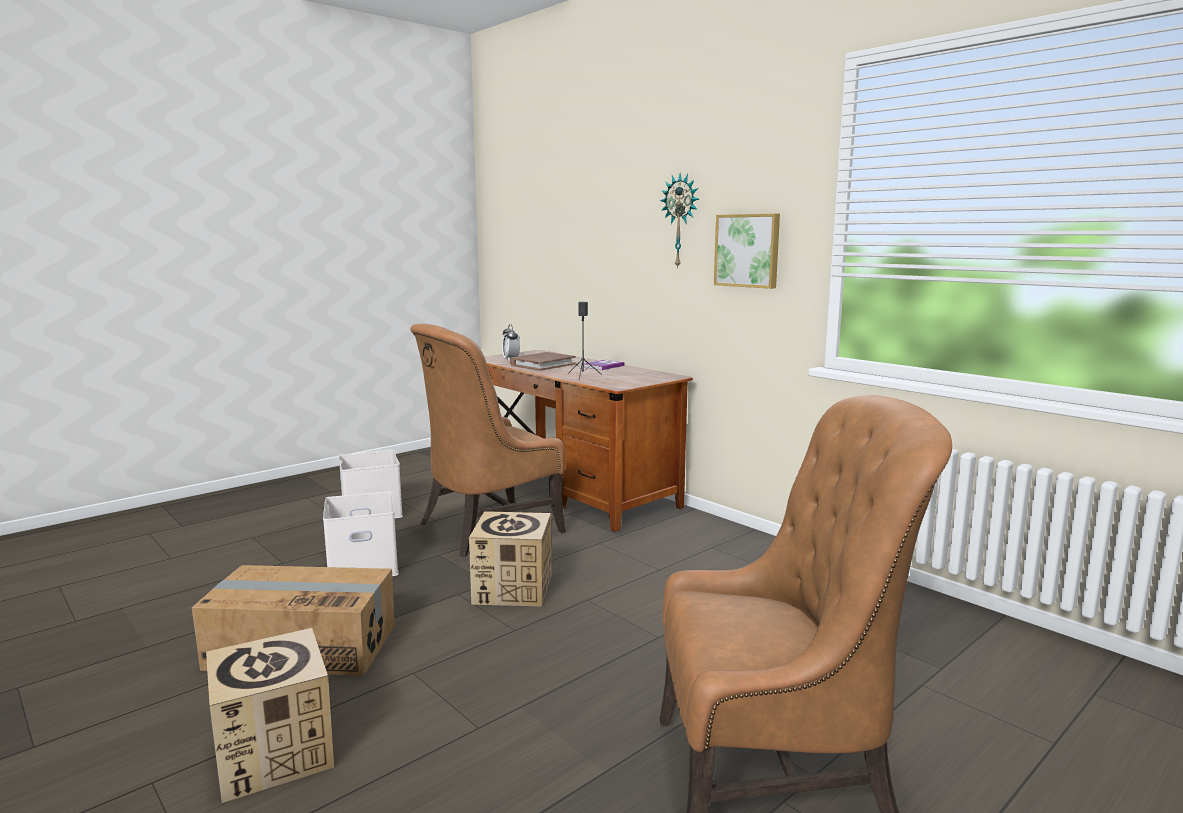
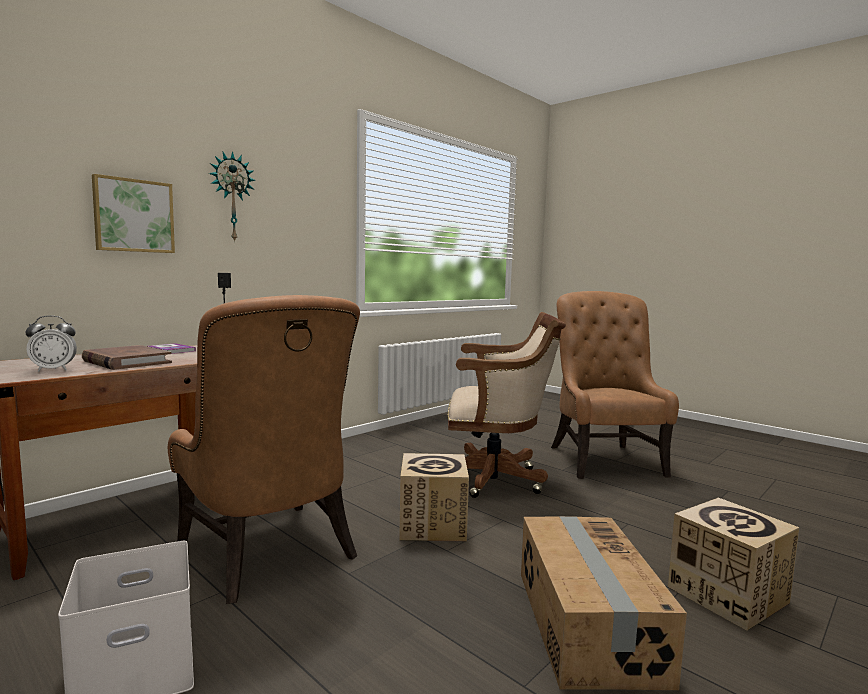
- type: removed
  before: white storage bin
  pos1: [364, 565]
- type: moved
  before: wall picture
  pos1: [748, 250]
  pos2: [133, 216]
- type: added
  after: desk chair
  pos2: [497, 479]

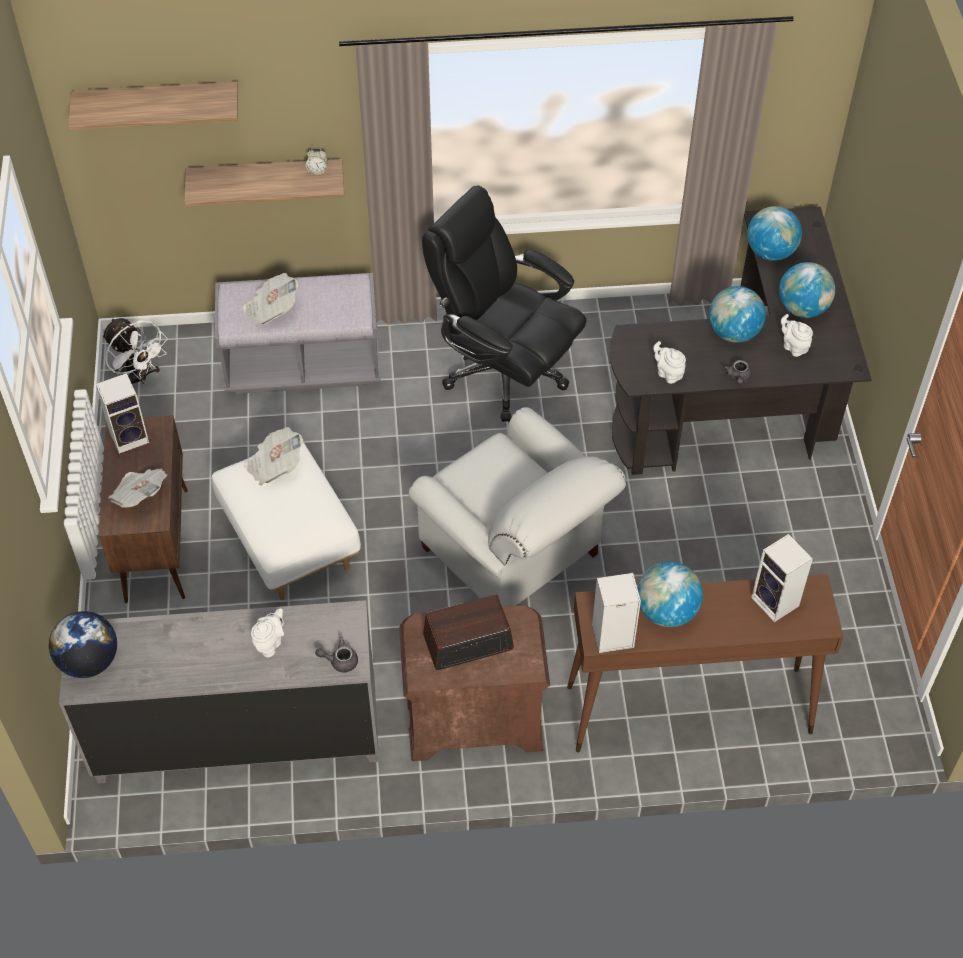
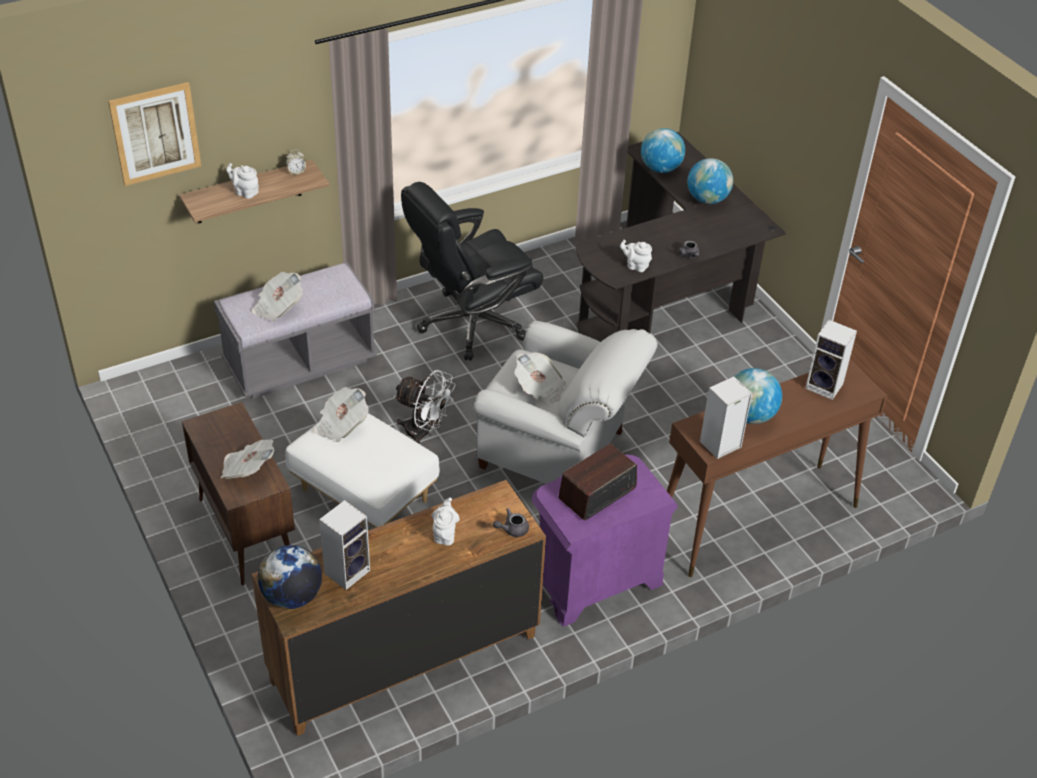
- type: recoloured
  before: gray dresser
  after: brown-coloured dresser
  pos1: [238, 739]
  pos2: [405, 659]
- type: replaced
  before: bracket shelf
  after: wall picture
  pos1: [158, 104]
  pos2: [155, 133]
- type: moved
  before: speaker
  pos1: [130, 436]
  pos2: [347, 570]
- type: moved
  before: white electric fan
  pos1: [139, 379]
  pos2: [424, 433]
- type: recoloured
  before: brown-coloured nightstand
  after: purplish nightstand
  pos1: [472, 716]
  pos2: [592, 577]
- type: turned
  before: black-coloured desk chair
  pos1: [505, 372]
  pos2: [472, 324]
  turn: -45
- type: removed
  before: world globe
  pos1: [733, 333]
- type: moved
  before: white pot for tea
  pos1: [793, 347]
  pos2: [245, 192]
- type: added
  after: printed paper
  pos2: [540, 389]

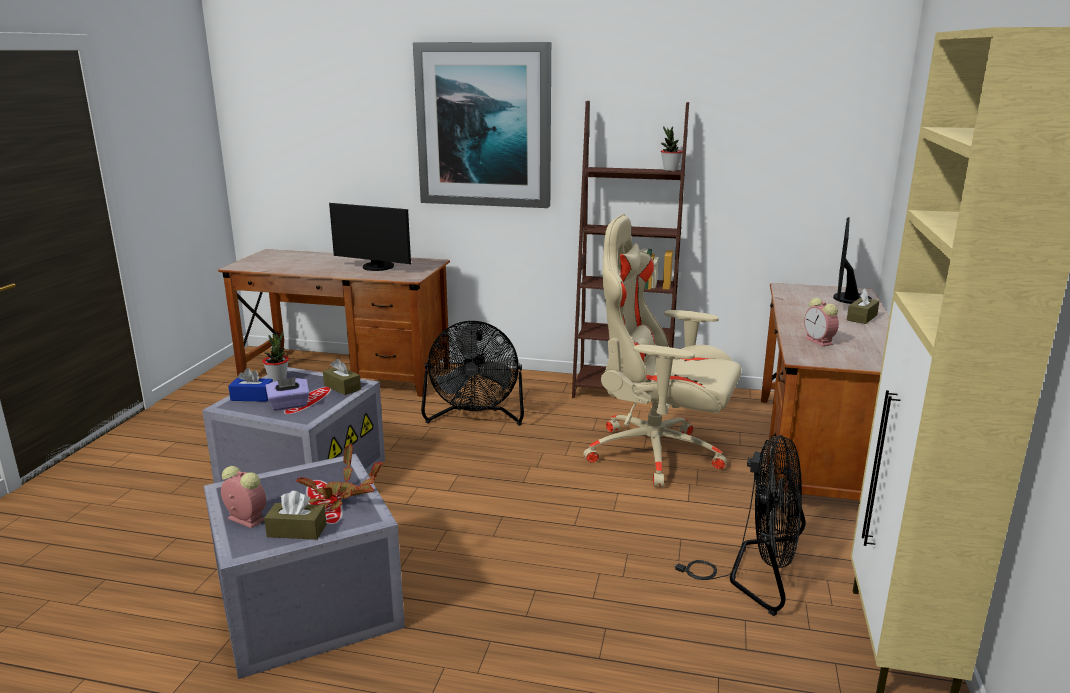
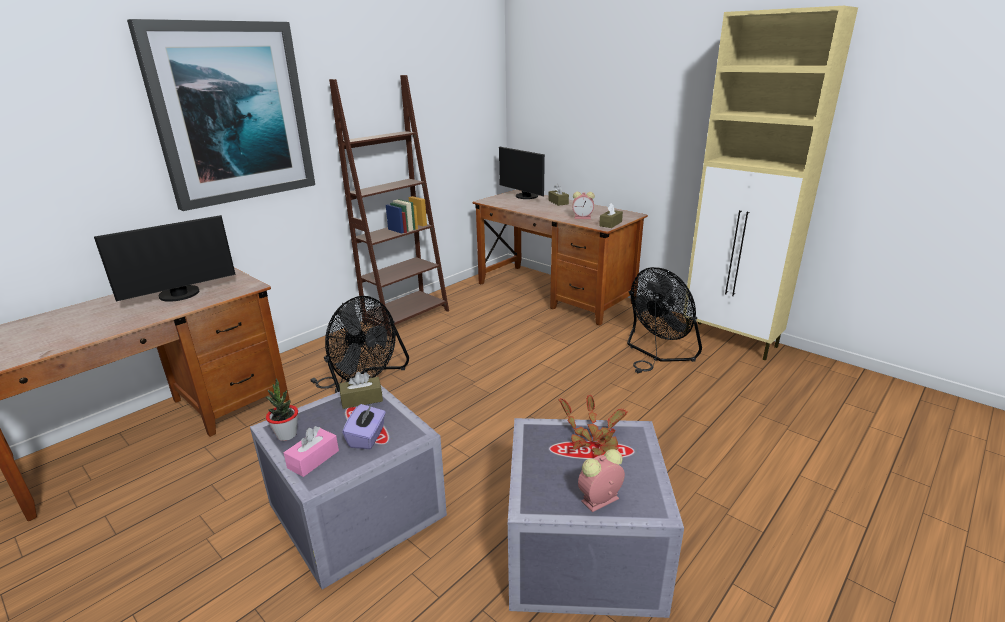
- type: recoloured
  before: blue-coloured tissue box
  after: pinkish tissue box
  pos1: [252, 397]
  pos2: [313, 459]
- type: moved
  before: brown-coloured tissue box
  pos1: [297, 530]
  pos2: [610, 224]
- type: removed
  before: beige desk chair
  pos1: [663, 457]
- type: removed
  before: plant in a pot
  pos1: [670, 170]

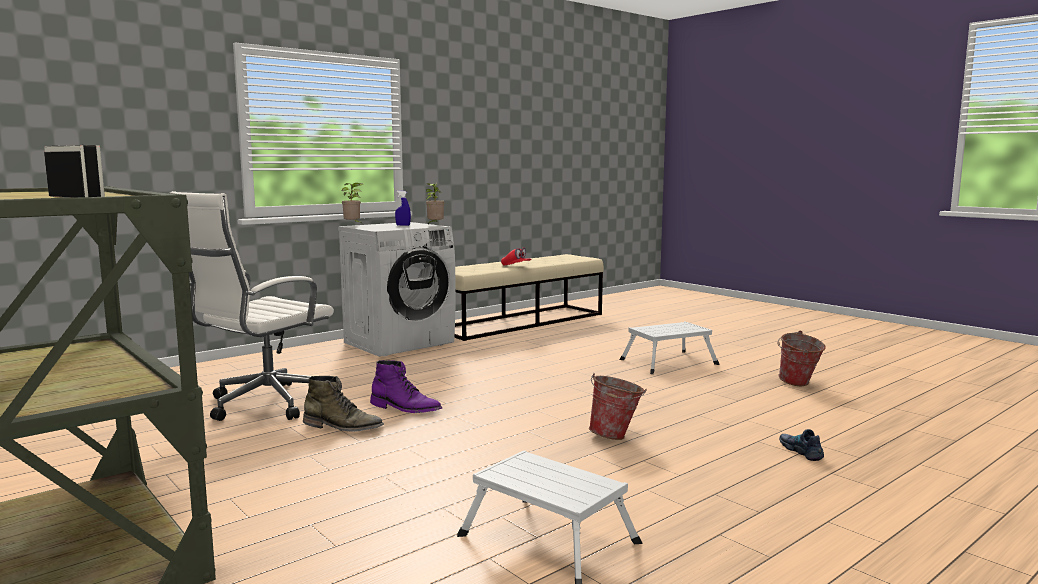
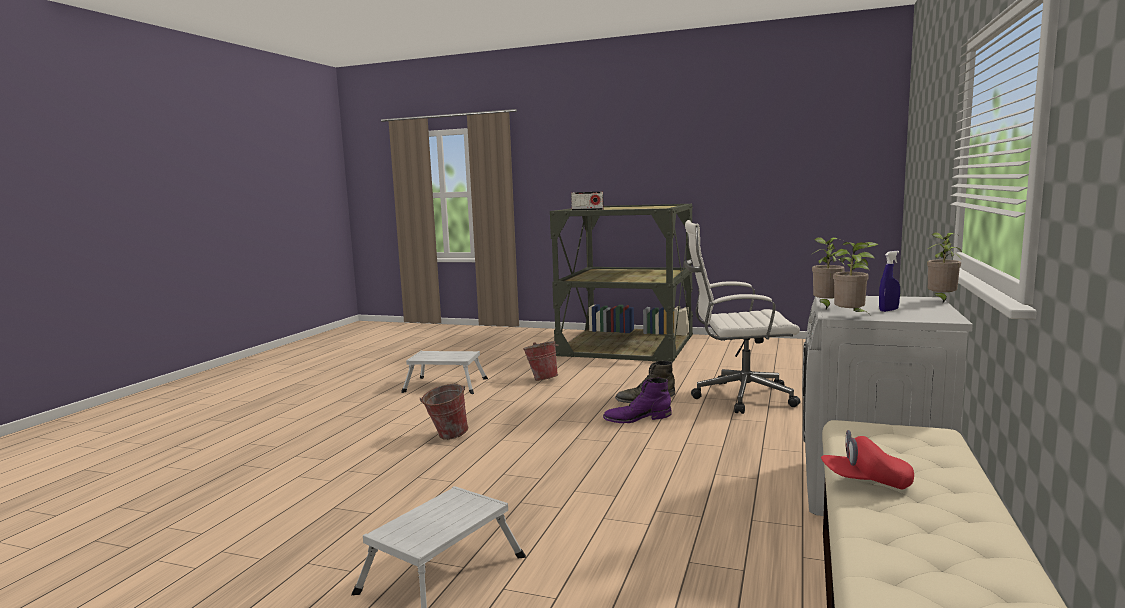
- type: turned
  before: white desk chair
  pos1: [264, 405]
  pos2: [739, 397]
  turn: -90
- type: moved
  before: bucket
  pos1: [798, 384]
  pos2: [542, 379]
- type: removed
  before: item of footwear
  pos1: [801, 451]
- type: added
  after: plant in a pot
  pos2: [826, 307]

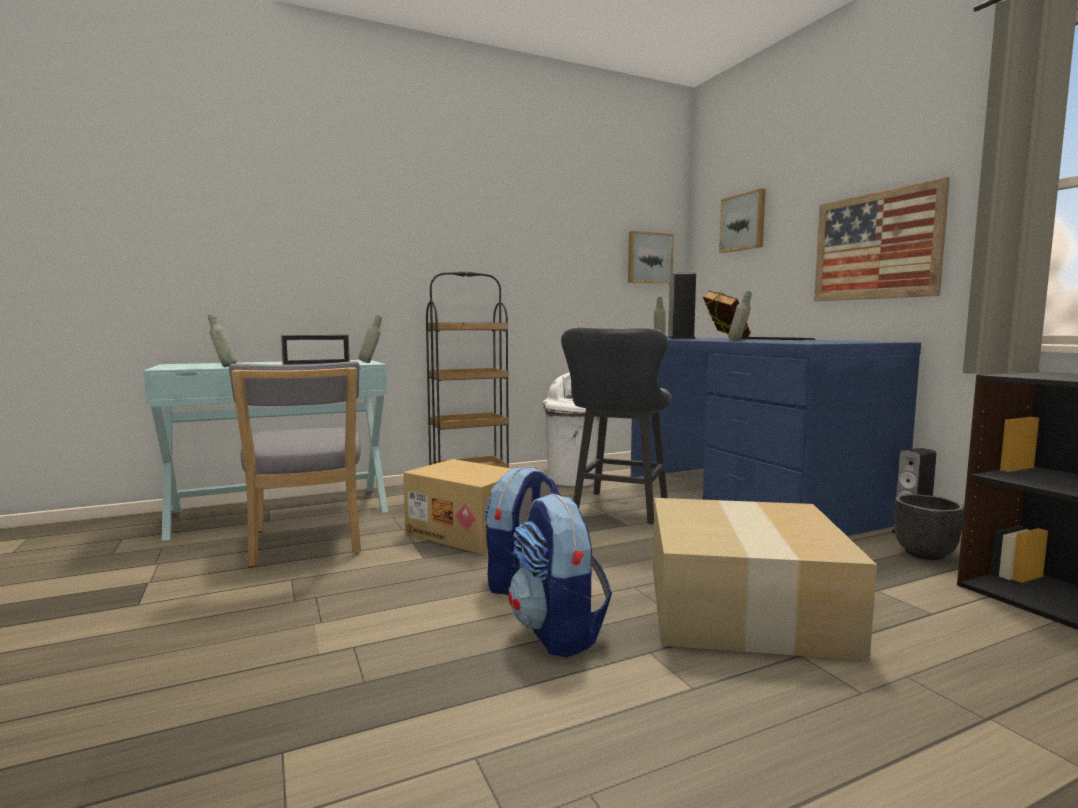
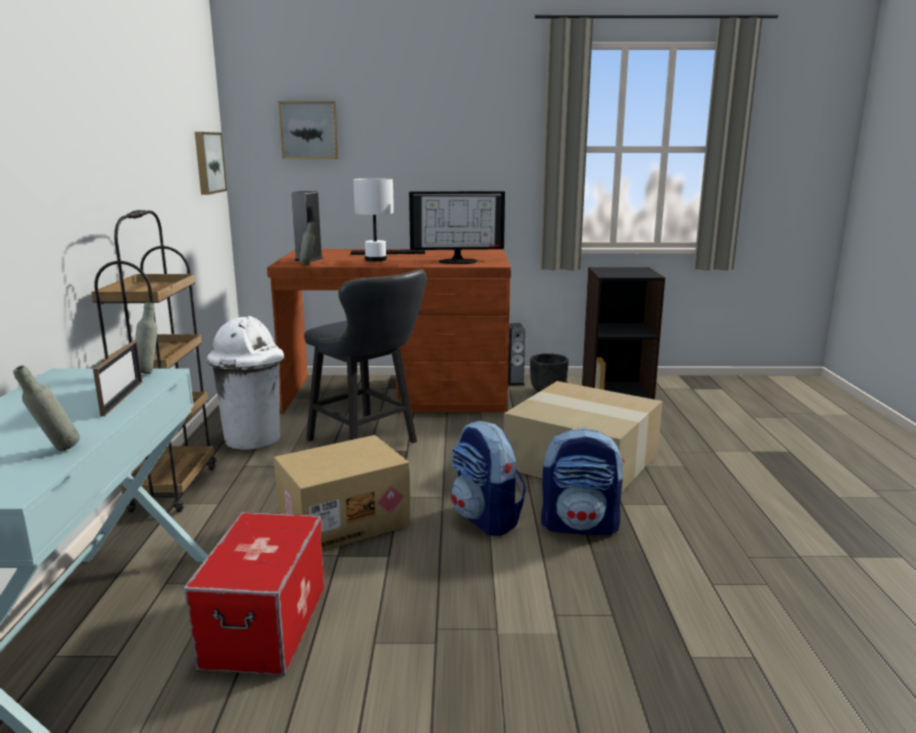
- type: replaced
  before: gray plain chair
  after: storage bin
  pos1: [306, 544]
  pos2: [266, 626]
- type: recoloured
  before: blue-coloured desk
  after: brown-coloured desk
  pos1: [748, 497]
  pos2: [399, 394]
- type: replaced
  before: bound book
  after: white tabletop lamp
  pos1: [725, 339]
  pos2: [375, 259]
- type: removed
  before: gray beverage bottle
  pos1: [739, 341]
- type: removed
  before: wall picture
  pos1: [876, 246]
- type: added
  after: computer display
  pos2: [458, 261]

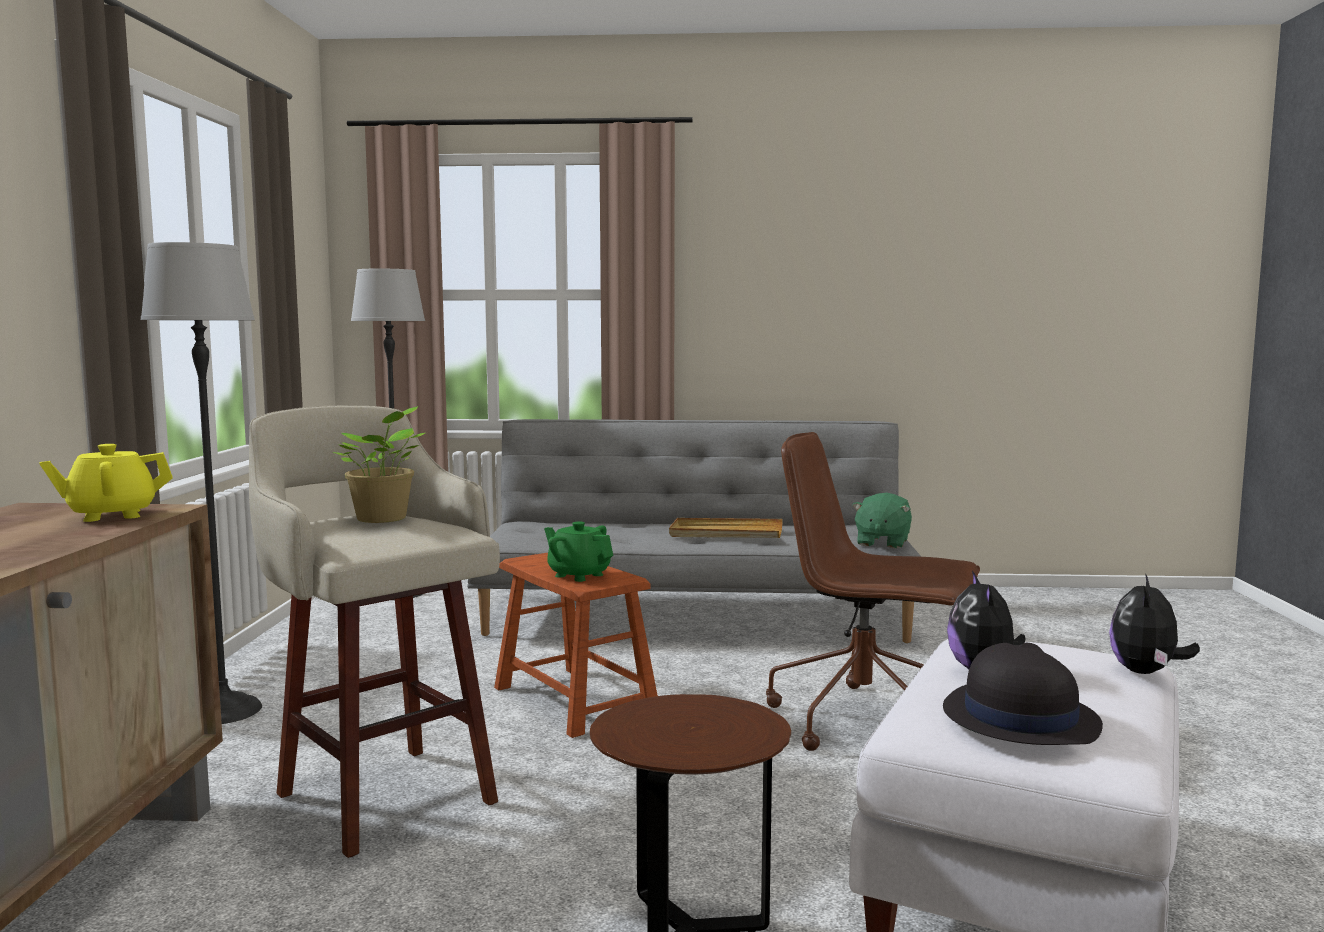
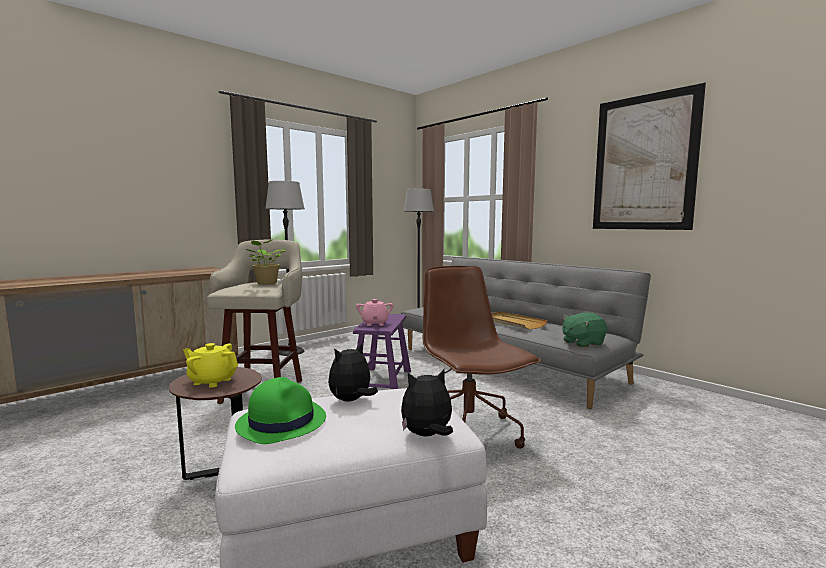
- type: moved
  before: yellow pot for tea
  pos1: [111, 515]
  pos2: [212, 381]
- type: recoloured
  before: brown-coloured stool seat
  after: purplish stool seat
  pos1: [574, 700]
  pos2: [382, 382]
- type: recoloured
  before: green pot for tea
  after: pinkish pot for tea
  pos1: [578, 575]
  pos2: [375, 323]
- type: recoloured
  before: black-coloured clothing hat
  after: green clothing hat
  pos1: [1018, 717]
  pos2: [282, 422]
- type: added
  after: wall picture
  pos2: [643, 163]

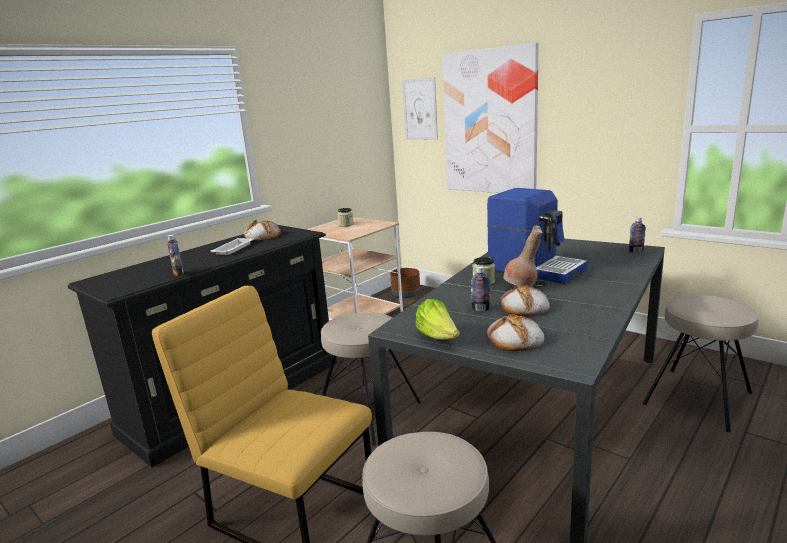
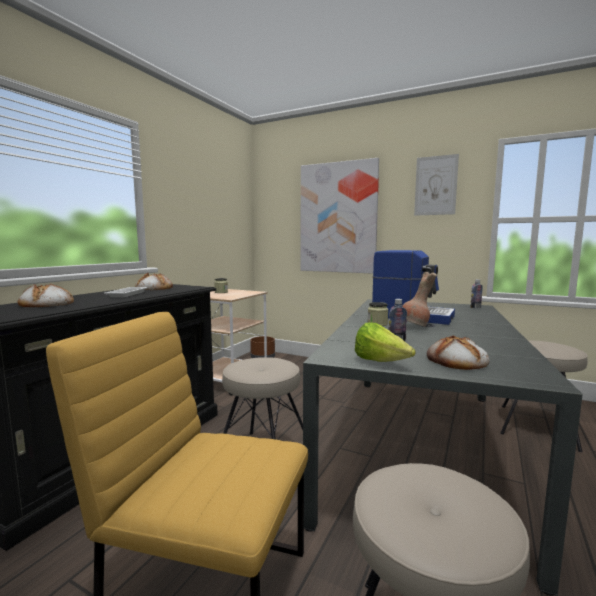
- type: removed
  before: beverage bottle
  pos1: [178, 273]
- type: moved
  before: wall picture
  pos1: [420, 109]
  pos2: [435, 185]
- type: moved
  before: baked bread
  pos1: [523, 307]
  pos2: [46, 304]

